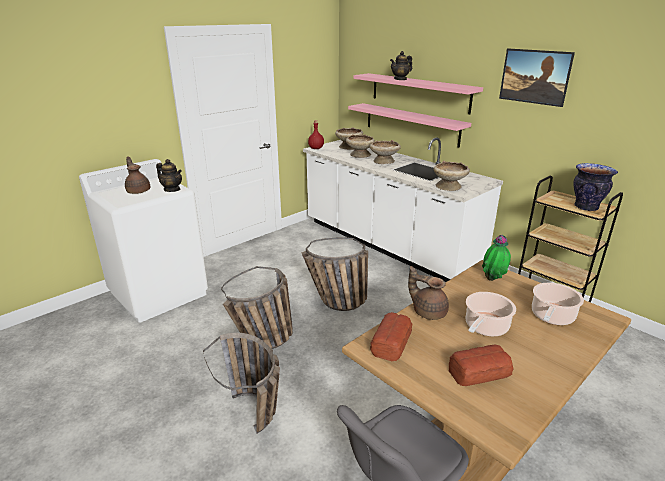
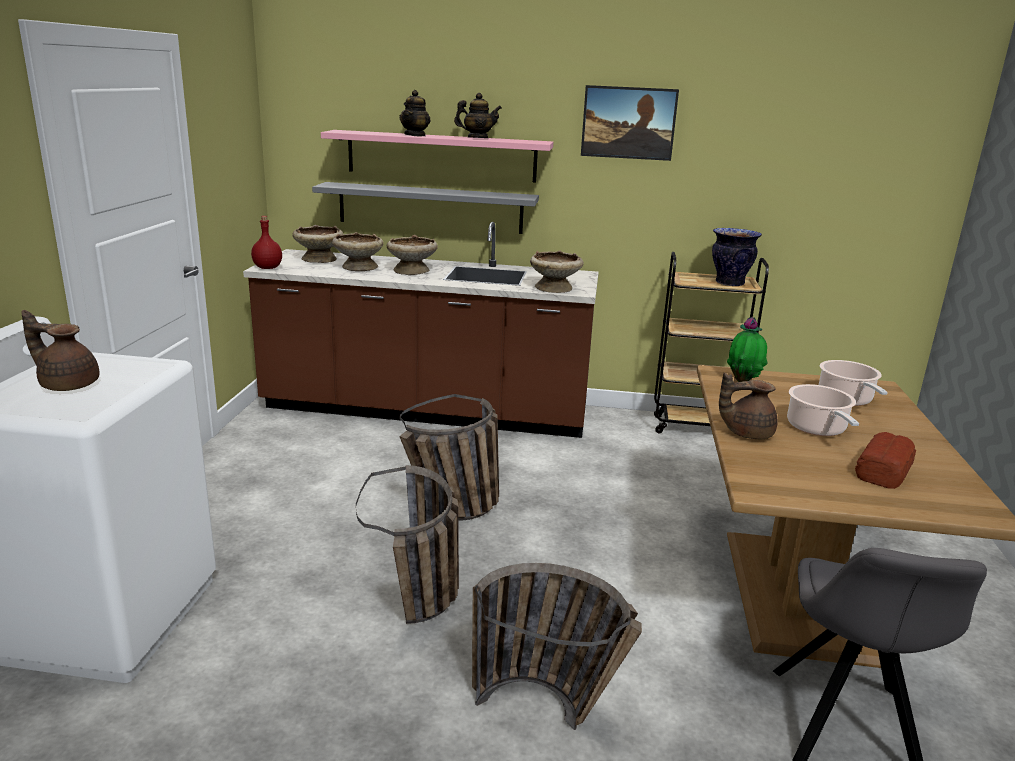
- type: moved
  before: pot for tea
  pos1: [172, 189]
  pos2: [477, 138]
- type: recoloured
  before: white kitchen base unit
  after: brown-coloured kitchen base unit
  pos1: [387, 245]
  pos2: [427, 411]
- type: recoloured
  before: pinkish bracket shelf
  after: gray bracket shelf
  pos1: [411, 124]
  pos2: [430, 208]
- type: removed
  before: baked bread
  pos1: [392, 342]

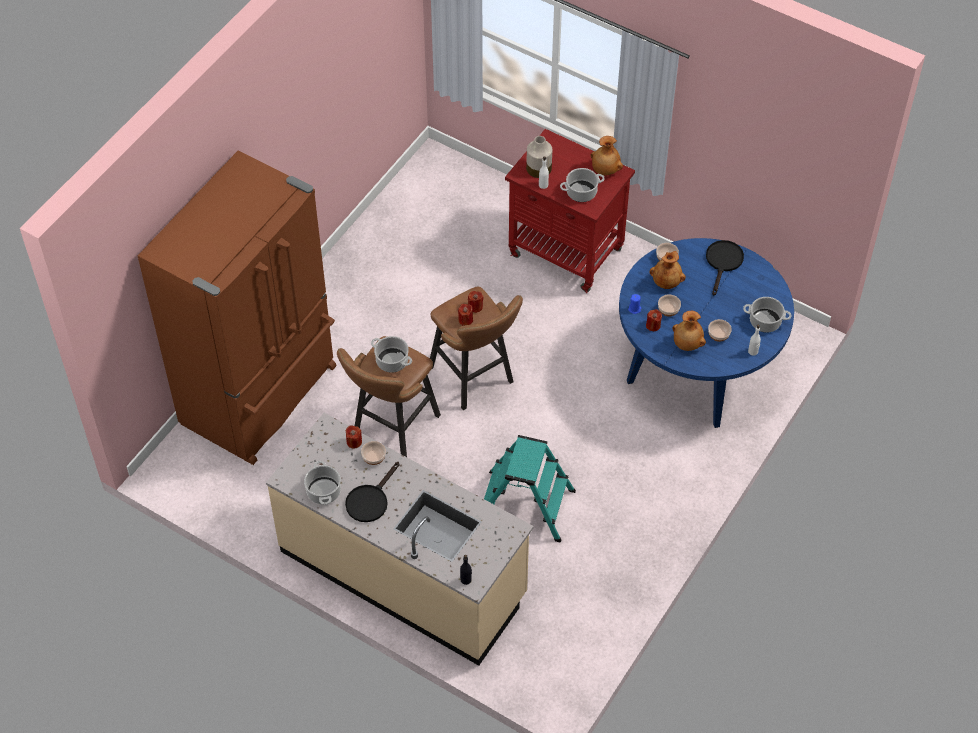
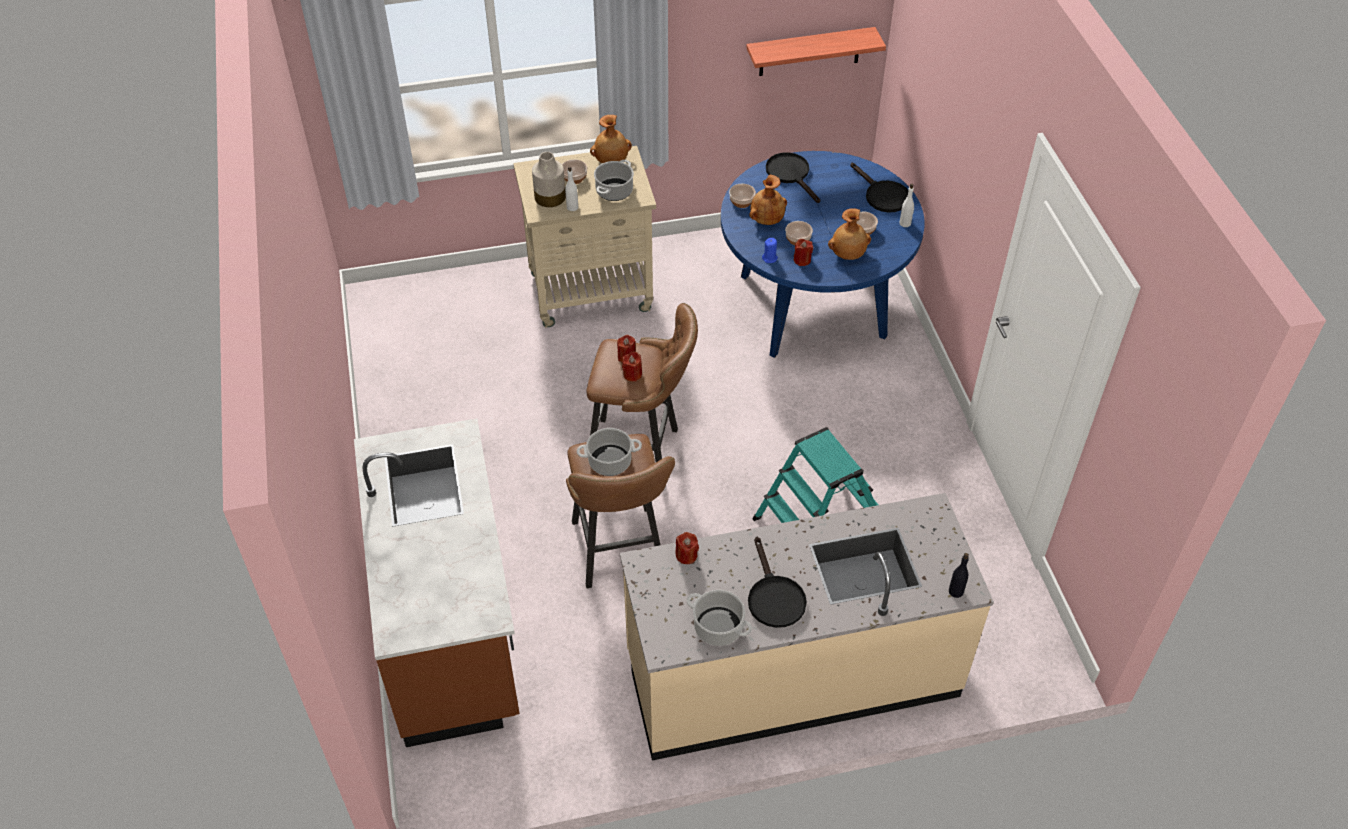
- type: replaced
  before: brown-coloured fridge
  after: brown-coloured kitchen base unit
  pos1: [262, 396]
  pos2: [452, 628]
- type: moved
  before: bowl
  pos1: [373, 458]
  pos2: [574, 178]
- type: recoloured
  before: reddish wheeled cart
  after: beige wheeled cart
  pos1: [566, 253]
  pos2: [592, 293]
- type: replaced
  before: cooking pot
  after: black-coloured pan
  pos1: [764, 321]
  pos2: [882, 195]
- type: added
  after: bracket shelf
  pos2: [809, 52]

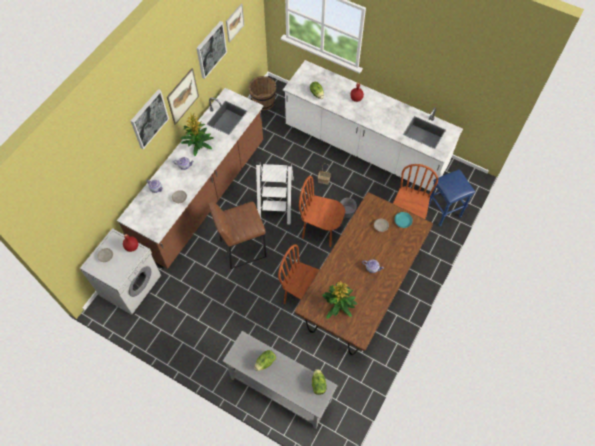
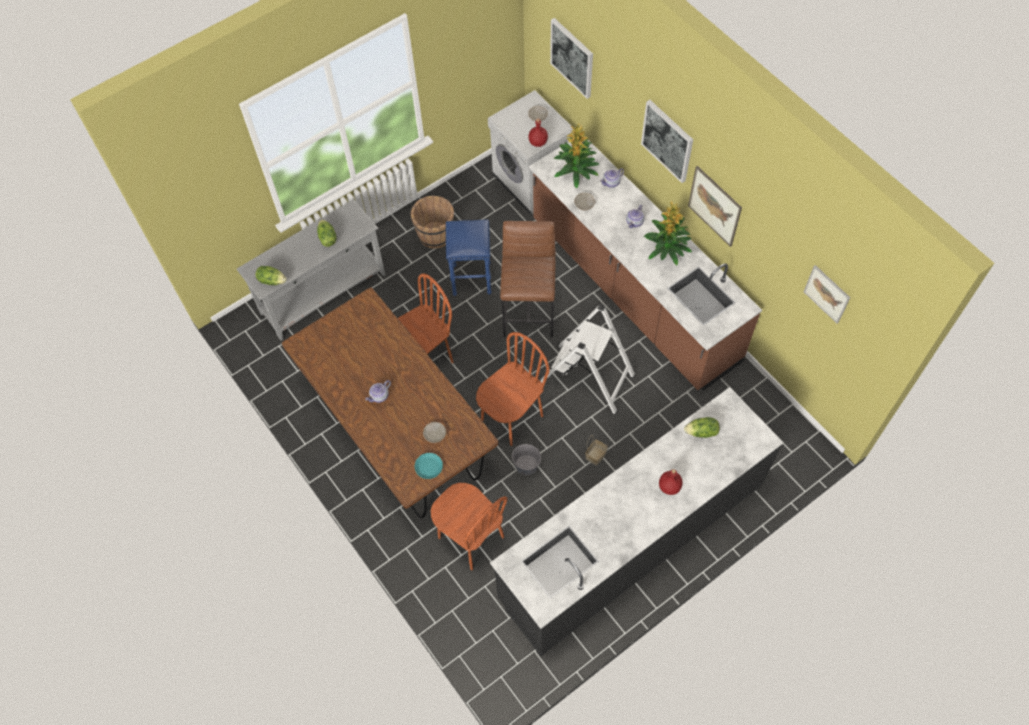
- type: moved
  before: wall picture
  pos1: [211, 49]
  pos2: [572, 57]
- type: moved
  before: brown-coloured bucket
  pos1: [263, 102]
  pos2: [435, 235]
- type: recoloured
  before: white kitchen base unit
  after: black-coloured kitchen base unit
  pos1: [364, 148]
  pos2: [631, 541]
- type: moved
  before: plant in a pot
  pos1: [338, 304]
  pos2: [575, 171]
- type: moved
  before: blue-coloured stool seat
  pos1: [443, 212]
  pos2: [470, 278]

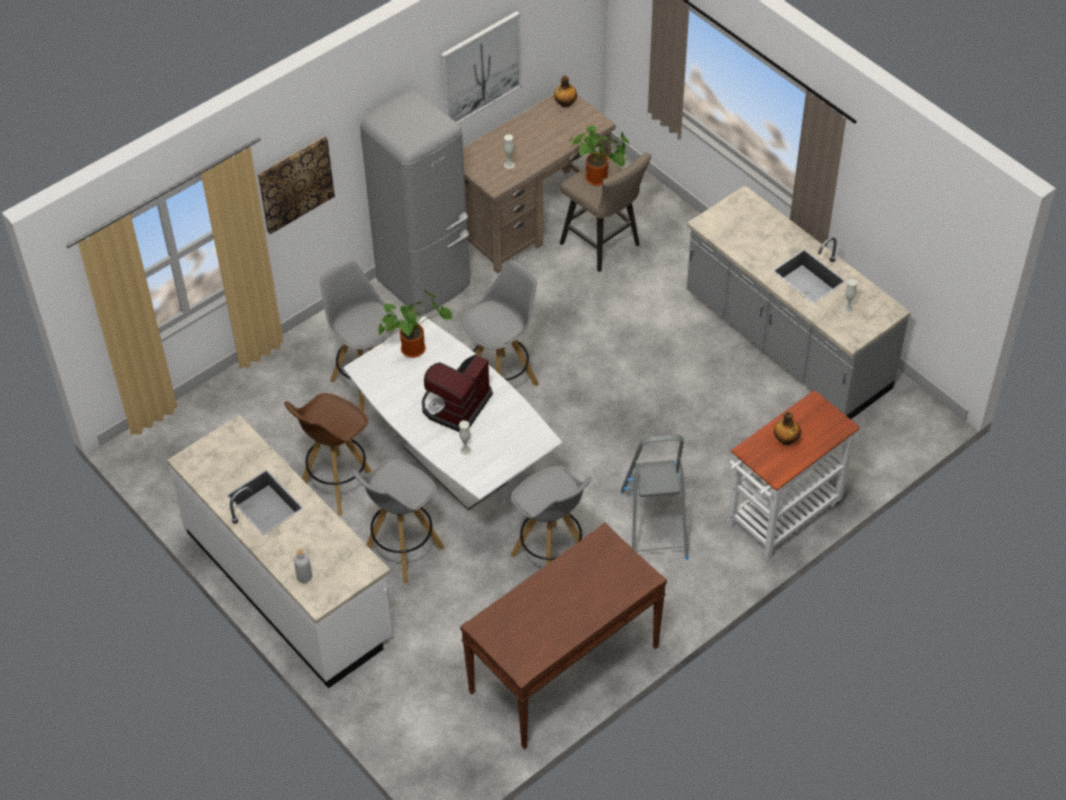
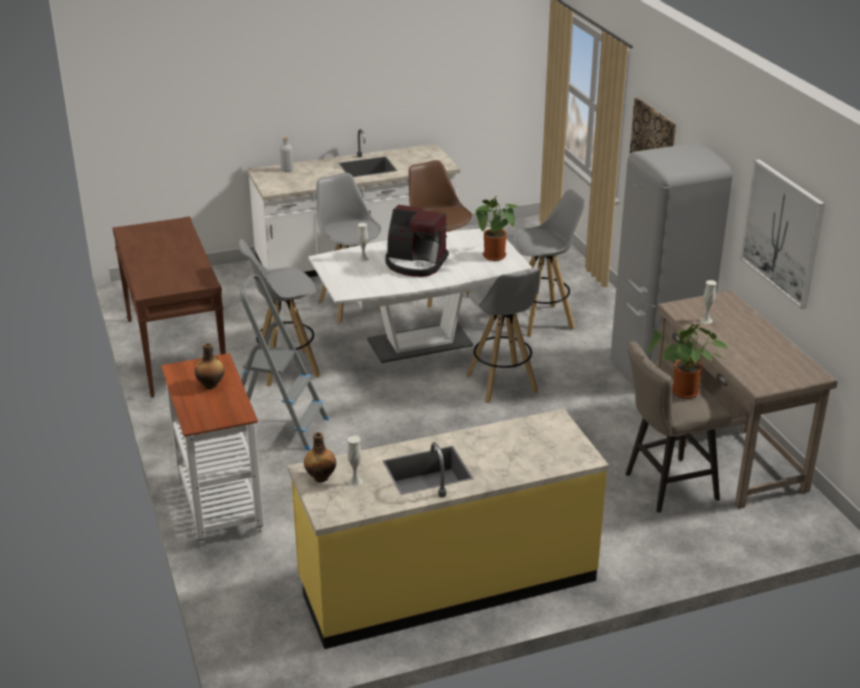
- type: turned
  before: coffee brewer
  pos1: [455, 405]
  pos2: [415, 263]
  turn: 150
- type: moved
  before: beverage bottle
  pos1: [565, 104]
  pos2: [321, 477]
- type: recoloured
  before: gray kitchen base unit
  after: yellow kitchen base unit
  pos1: [786, 343]
  pos2: [447, 581]

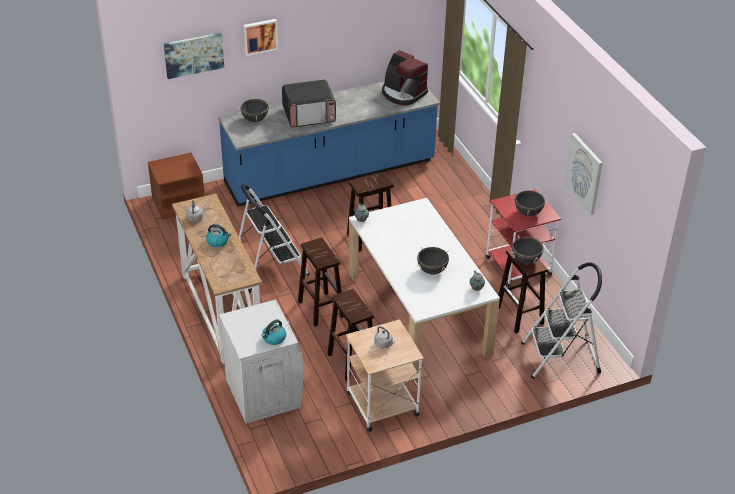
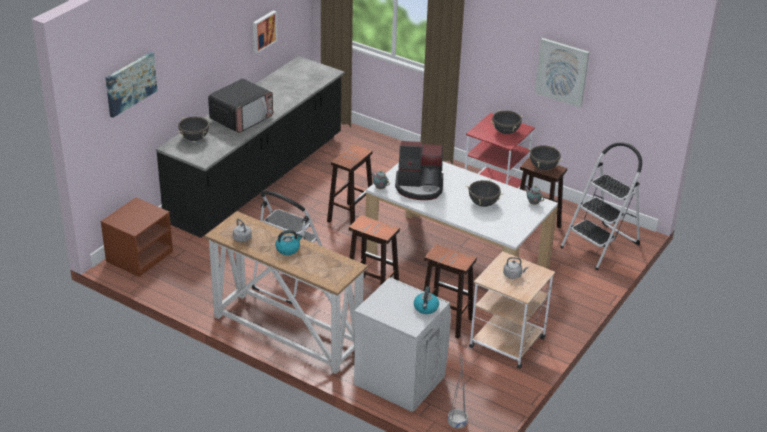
- type: recoloured
  before: blue-coloured kitchen base unit
  after: black-coloured kitchen base unit
  pos1: [330, 174]
  pos2: [258, 178]
- type: moved
  before: wall picture
  pos1: [260, 36]
  pos2: [263, 31]
- type: moved
  before: coffee brewer
  pos1: [403, 93]
  pos2: [419, 187]
- type: added
  after: gray planter
  pos2: [457, 422]

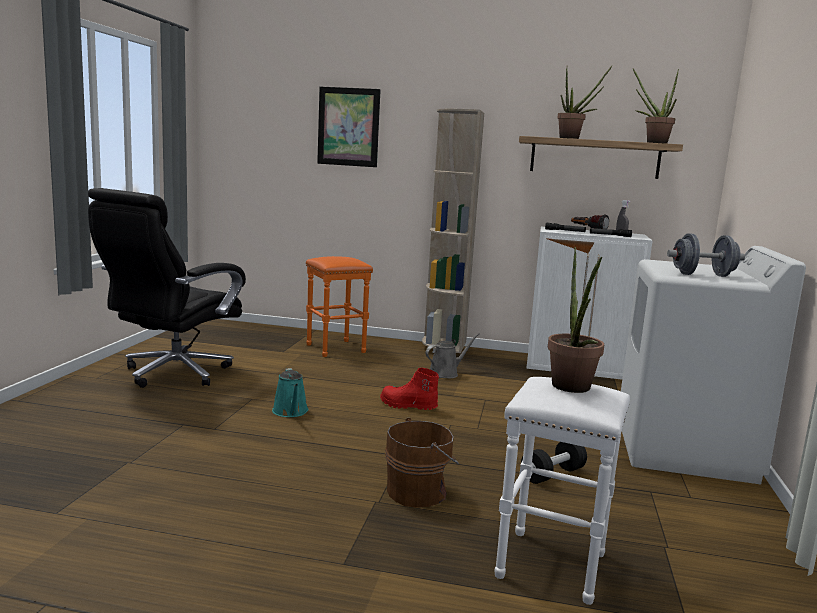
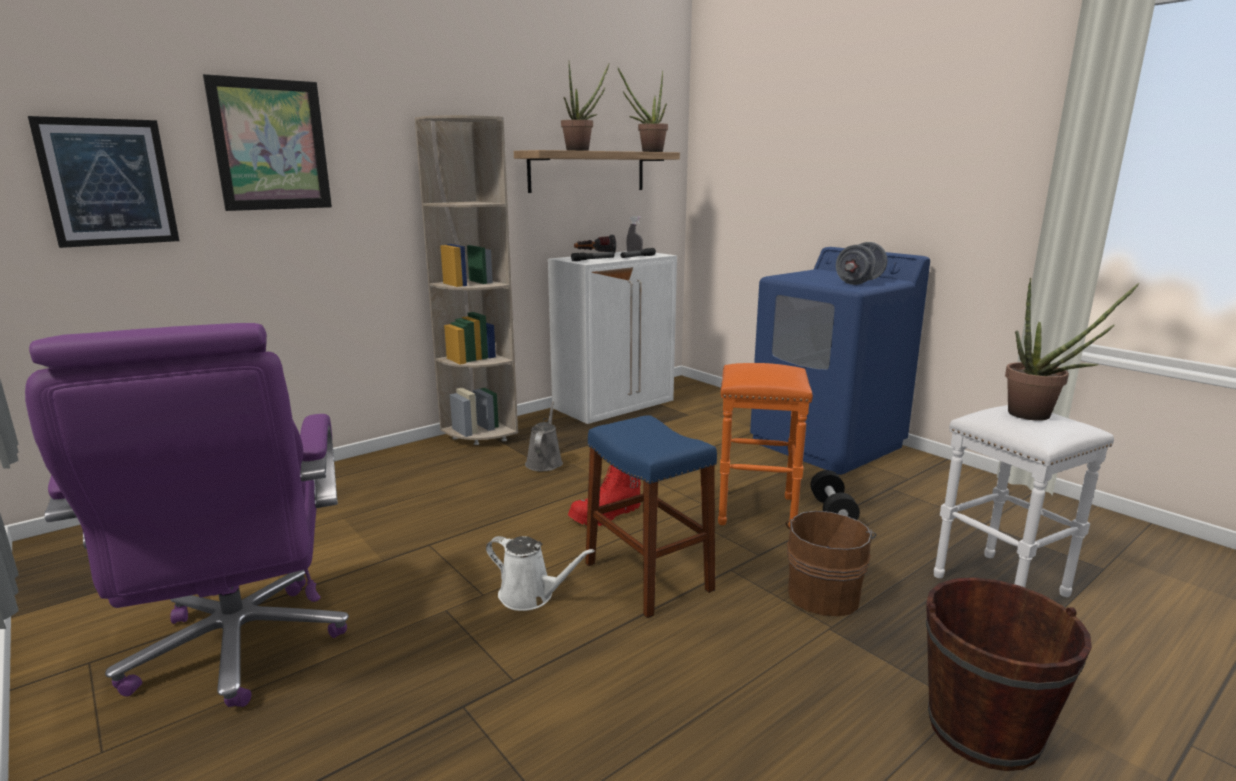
- type: recoloured
  before: black-coloured desk chair
  after: purplish desk chair
  pos1: [172, 375]
  pos2: [239, 654]
- type: recoloured
  before: blue-green watering pot
  after: white watering pot
  pos1: [291, 412]
  pos2: [531, 596]
- type: moved
  before: orange-coloured stool seat
  pos1: [337, 348]
  pos2: [758, 509]
- type: recoloured
  before: white laundry appliance
  after: blue-coloured laundry appliance
  pos1: [684, 450]
  pos2: [827, 444]
- type: added
  after: wall picture
  pos2: [108, 182]
- type: added
  after: blue-coloured stool seat
  pos2: [648, 576]
- type: added
  after: brown-coloured bucket
  pos2: [983, 730]

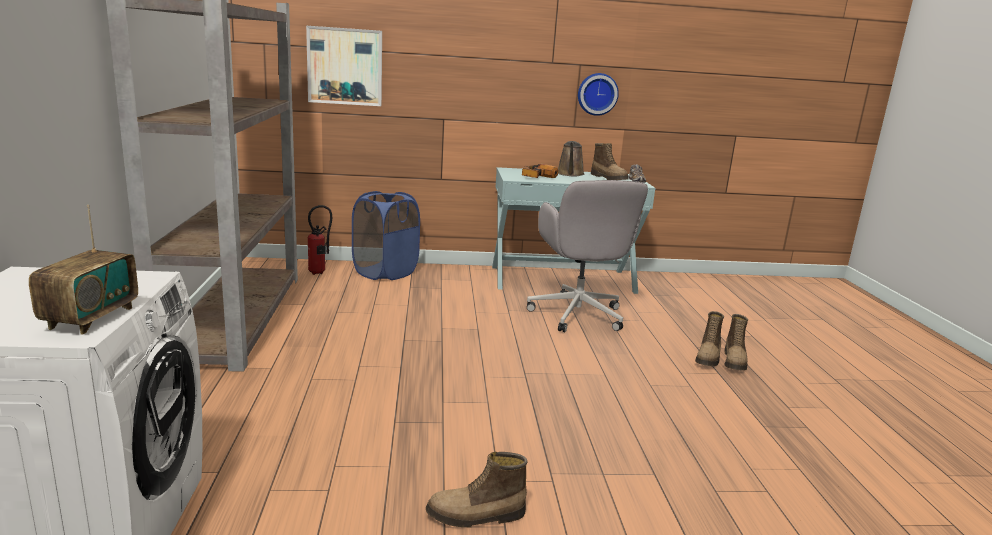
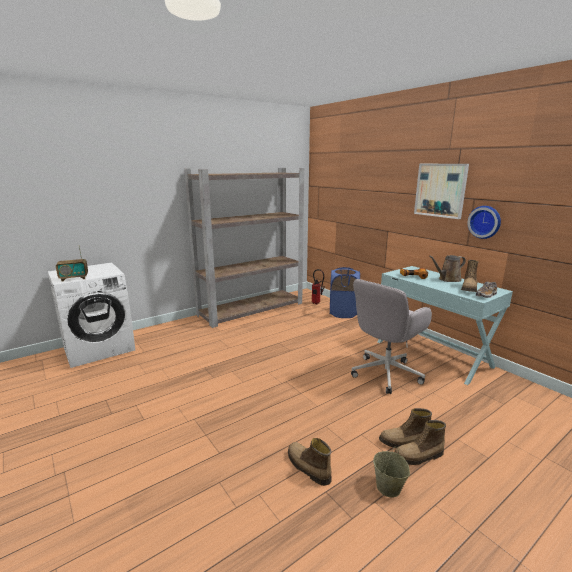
- type: moved
  before: wall picture
  pos1: [345, 66]
  pos2: [440, 190]
- type: moved
  before: high-top boot
  pos1: [476, 516]
  pos2: [307, 467]
- type: added
  after: beige bucket
  pos2: [389, 487]

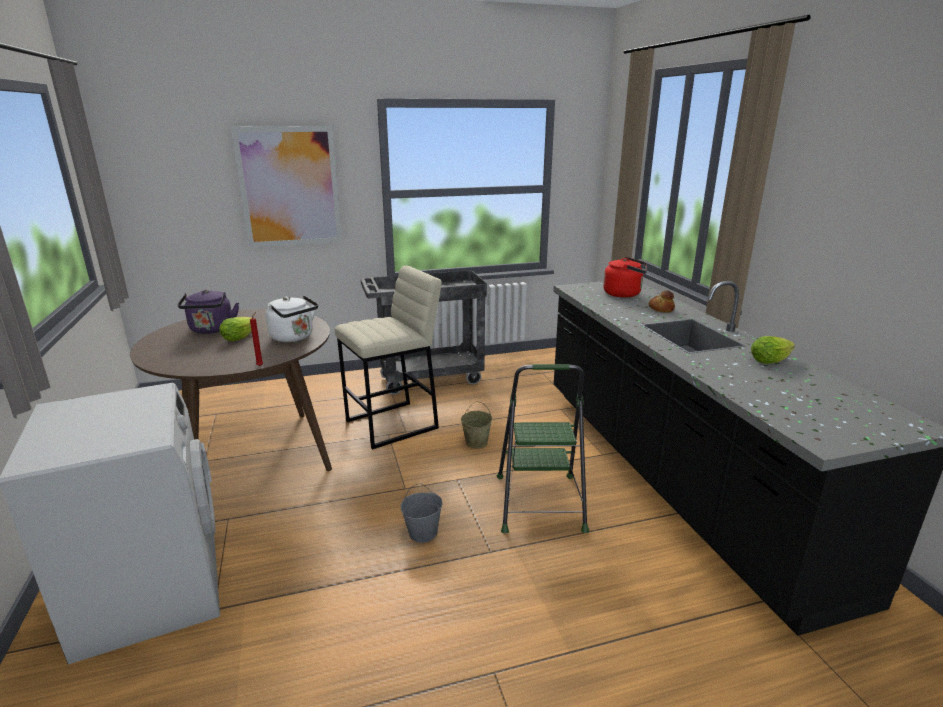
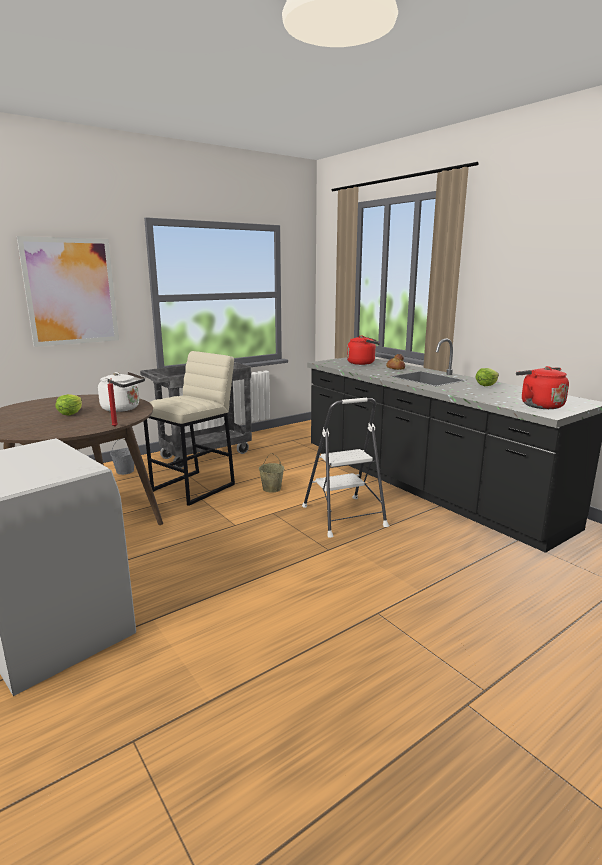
- type: removed
  before: purplish kettle
  pos1: [211, 330]
- type: moved
  before: gray bucket
  pos1: [423, 532]
  pos2: [125, 471]
- type: recoloured
  before: green step stool
  after: white step stool
  pos1: [539, 504]
  pos2: [344, 516]
- type: added
  after: reddish kettle
  pos2: [539, 405]

